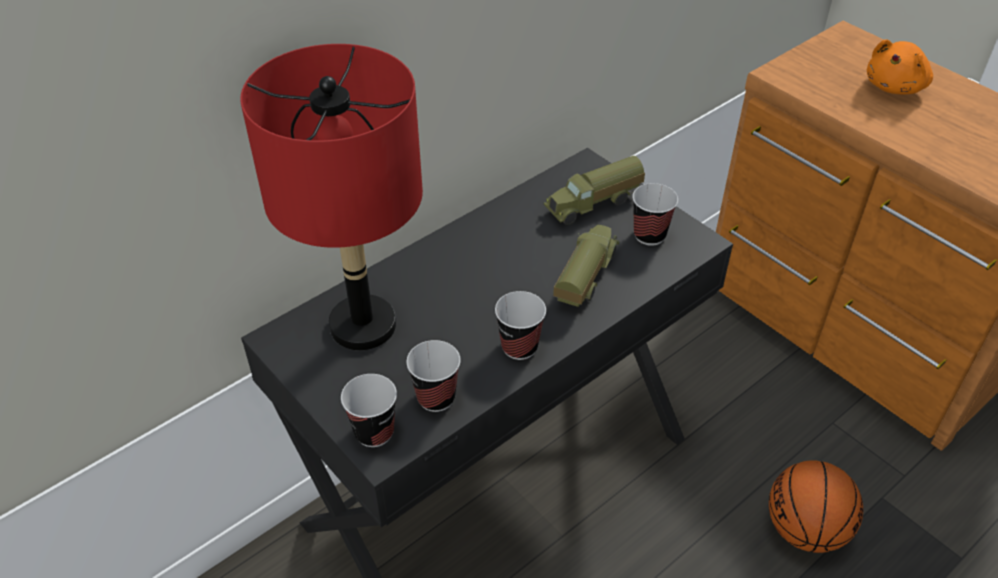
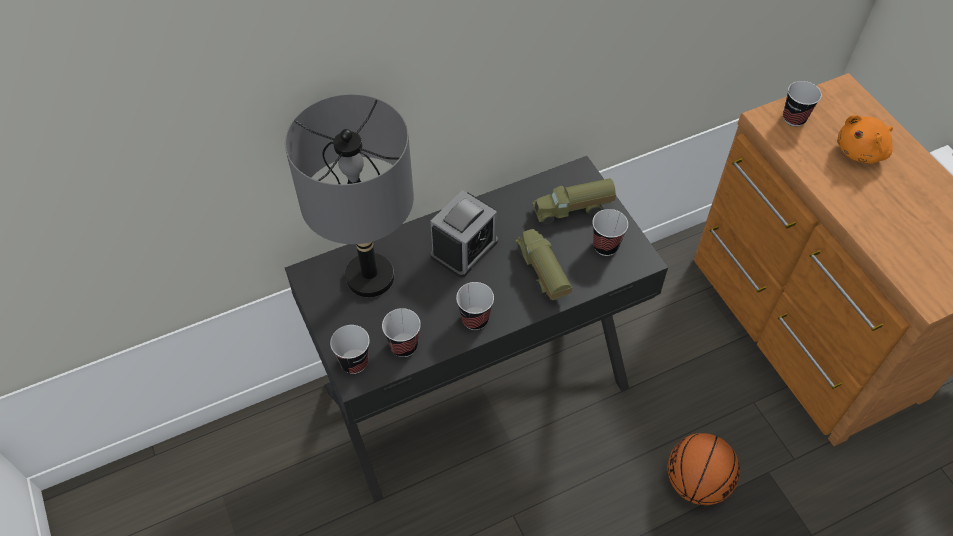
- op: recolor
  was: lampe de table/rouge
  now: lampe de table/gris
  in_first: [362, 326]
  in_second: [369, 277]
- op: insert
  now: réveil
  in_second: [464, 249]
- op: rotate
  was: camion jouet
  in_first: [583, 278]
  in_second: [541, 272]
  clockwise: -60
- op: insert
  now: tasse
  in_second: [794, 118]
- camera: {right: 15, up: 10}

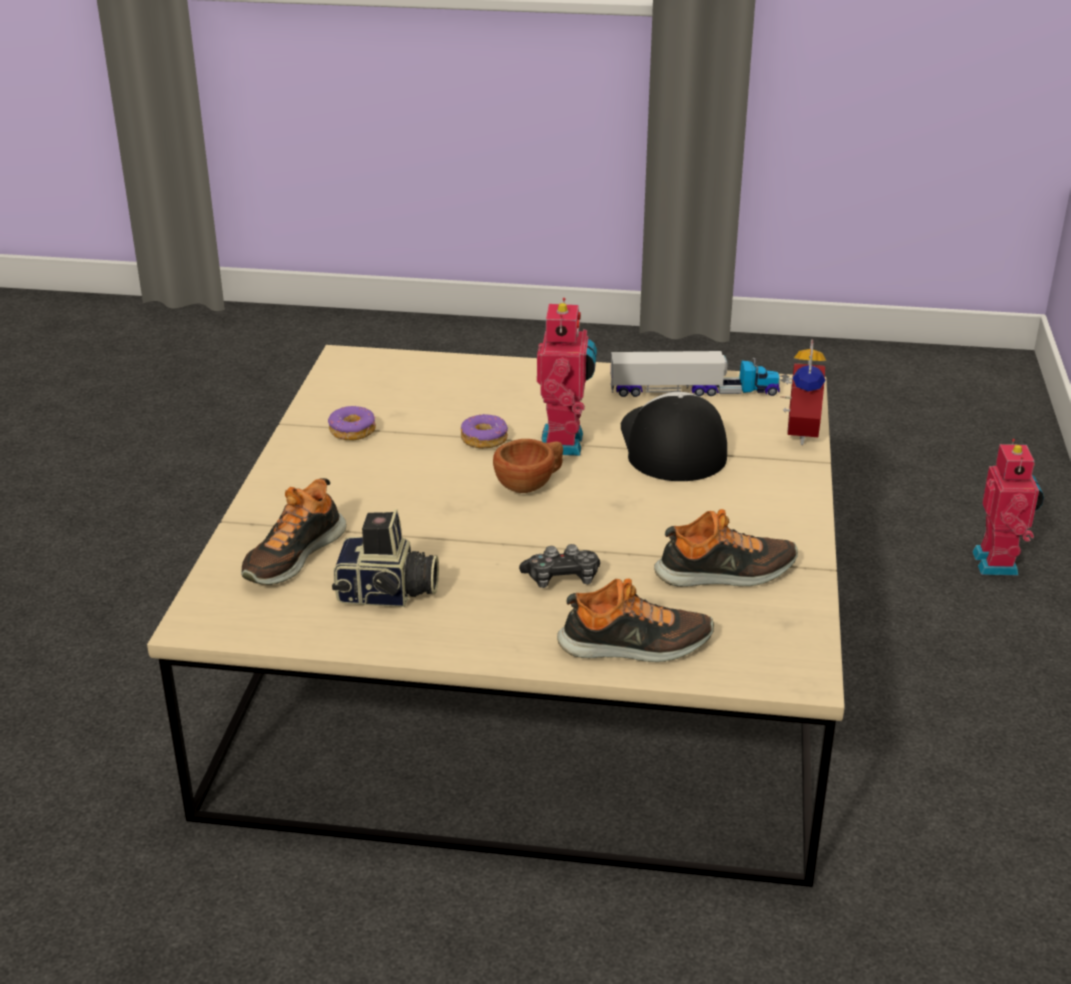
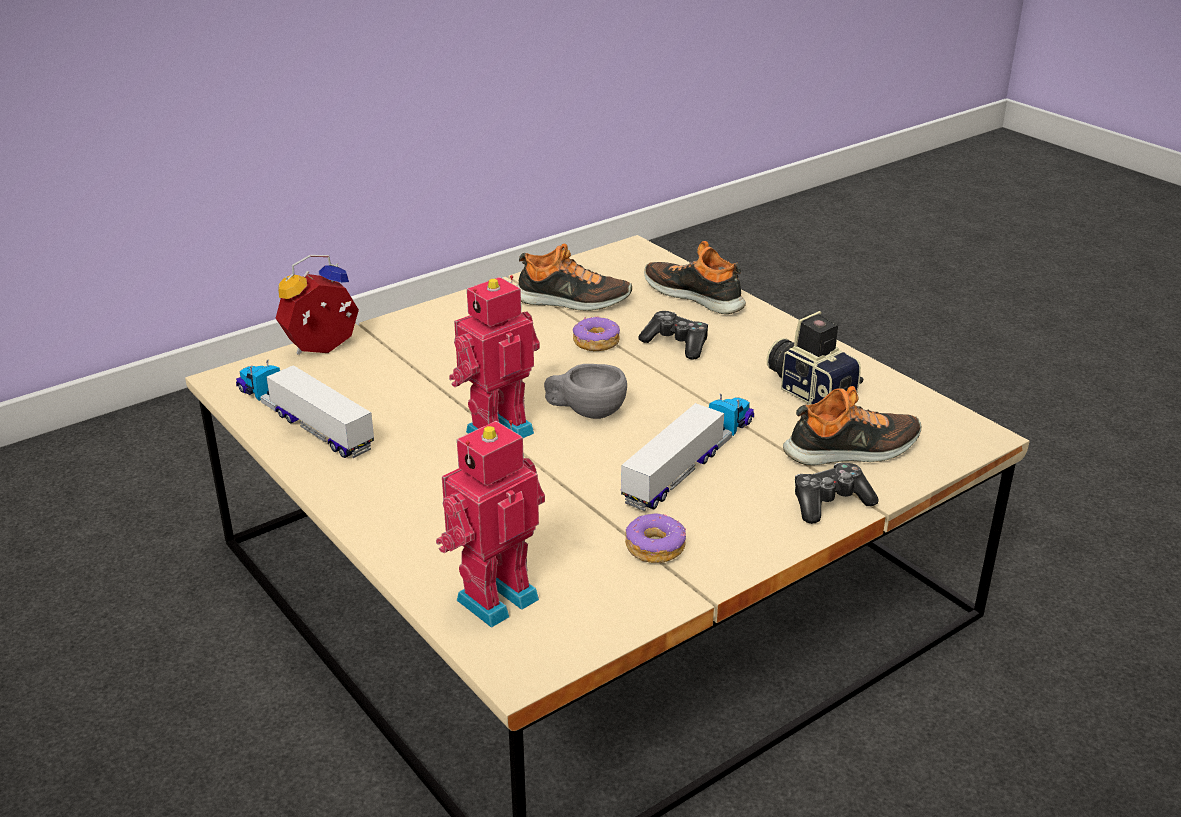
- op: move
  was: robot jouet
  in_first: [999, 563]
  in_second: [494, 597]
- op: rotate
  was: chaussure
  in_first: [726, 573]
  in_second: [572, 301]
  clockwise: 150
- op: recolor
  was: tasse/marron
  now: tasse/gris
  in_first: [531, 484]
  in_second: [585, 412]
- op: move
  was: beignet
  in_first: [484, 439]
  in_second: [595, 342]
- op: insert
  now: camion jouet
  in_second: [691, 461]
- op: insert
  now: manette
  in_second: [830, 503]
- op: delete
  was: casquette
  in_first: [671, 444]
- camera: {right: -135, up: 0}

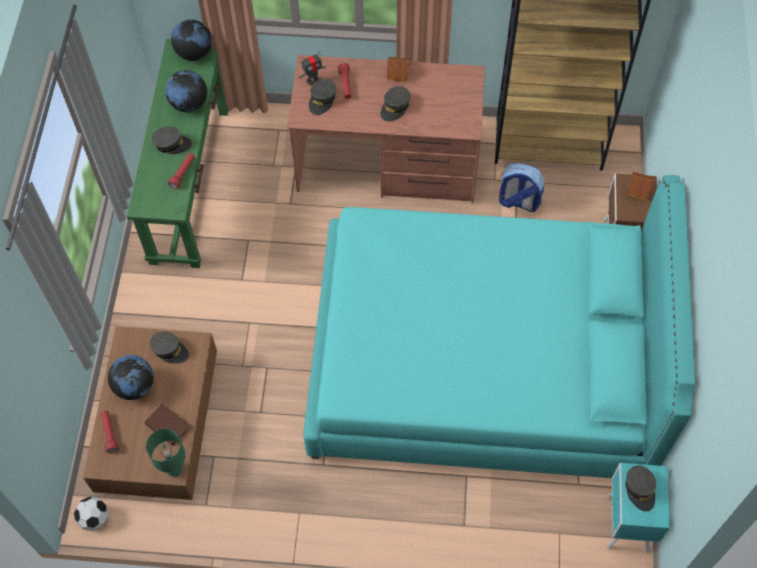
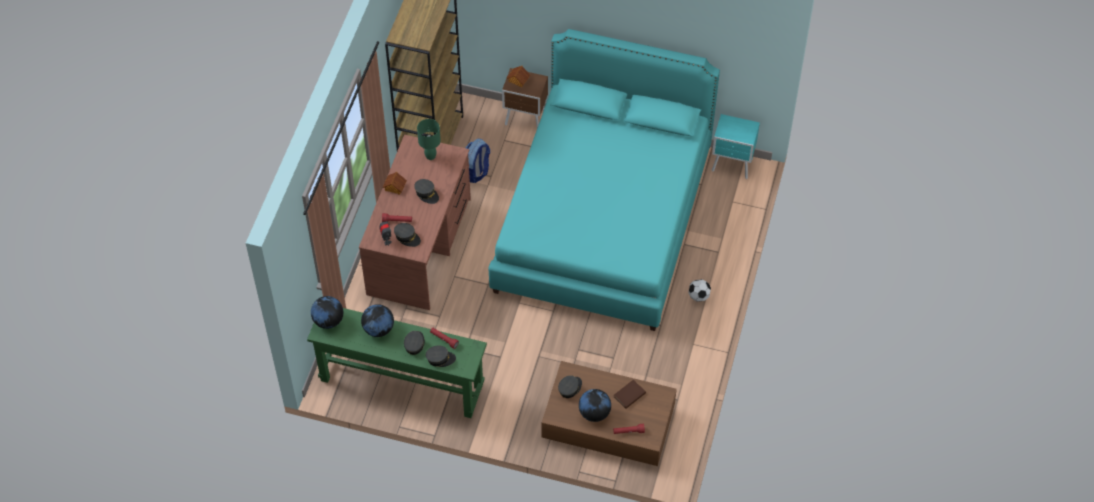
- op: move
  was: lampe de table/vert
  in_first: [175, 470]
  in_second: [431, 156]
- op: move
  was: casquette/gris
  in_first: [640, 490]
  in_second: [440, 359]
- op: move
  was: ballon de foot
  in_first: [94, 518]
  in_second: [698, 296]
- camera: {right: -80, up: -5}

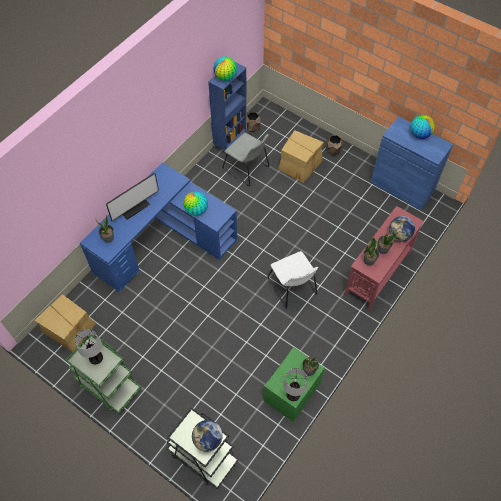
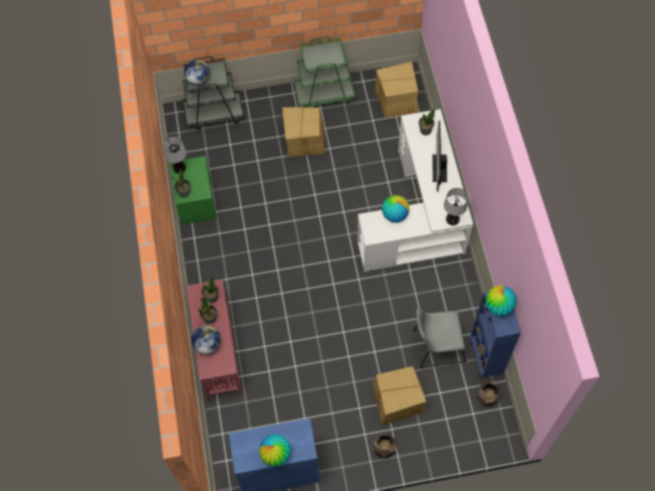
- op: insert
  now: carton
  in_second: [304, 139]
- op: recolor
  was: bureau/bleu
  now: bureau/blanc
  in_first: [163, 240]
  in_second: [419, 215]
- op: move
  was: lampe de table
  in_first: [96, 358]
  in_second: [452, 219]
- op: delete
  was: chaise/blanc
  in_first: [293, 288]
- camera: {right: 135, up: 5}

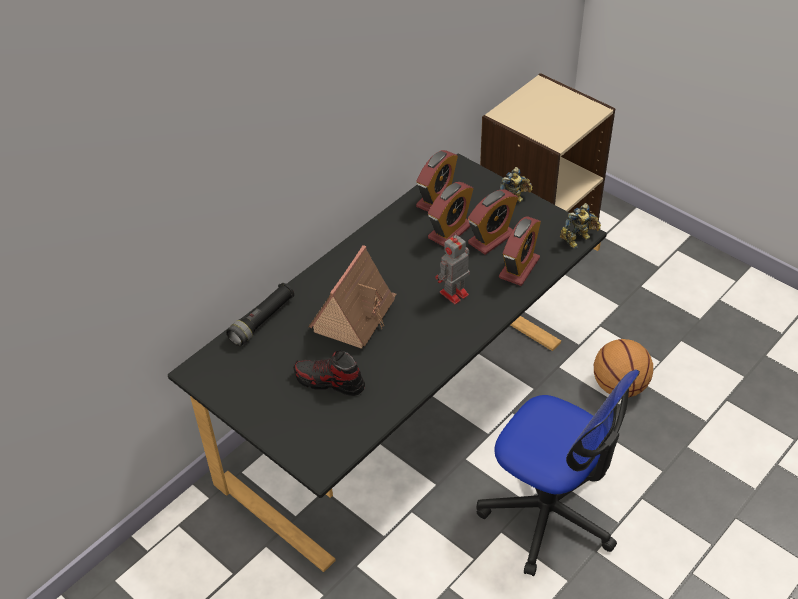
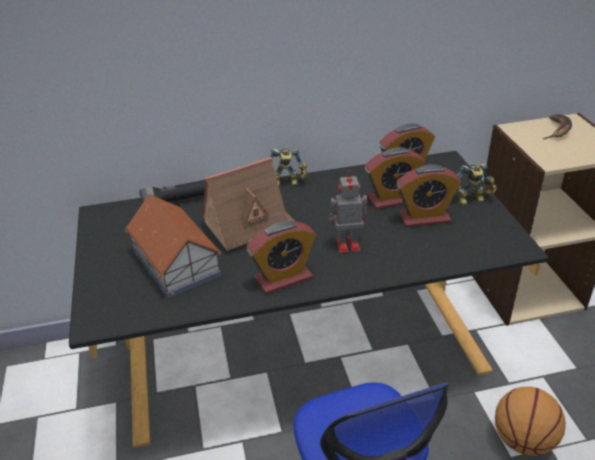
- op: replace
  was: chaussure
  now: maison miniature
  in_first: [329, 382]
  in_second: [175, 263]
- op: move
  was: réveil
  in_first: [519, 268]
  in_second: [283, 278]
- op: move
  was: robot jouet
  in_first: [579, 240]
  in_second: [286, 183]
- op: insert
  now: banane
  in_second: [557, 130]
- camera: {right: 35, up: -10}

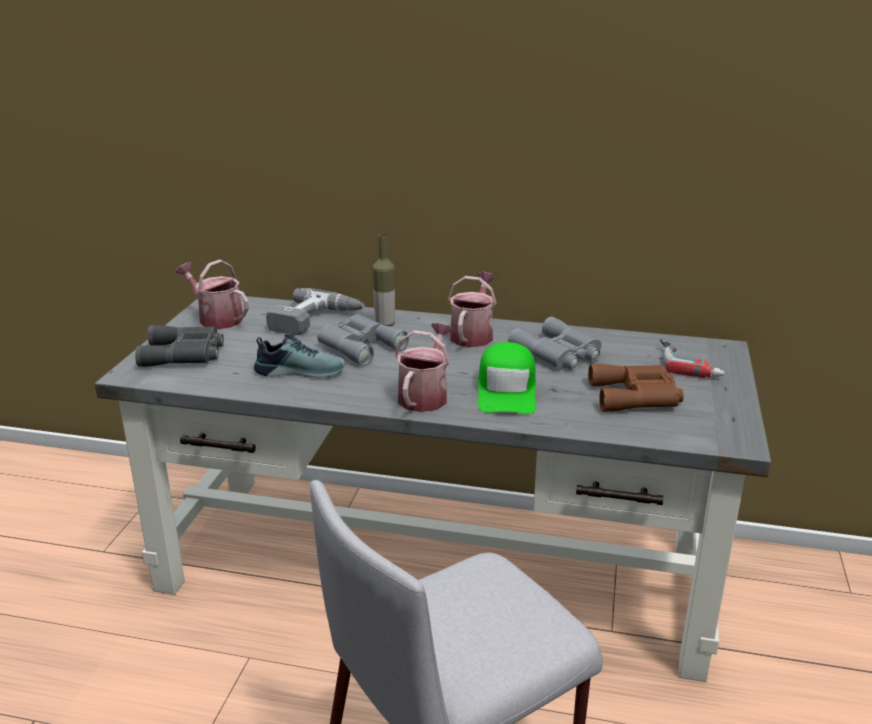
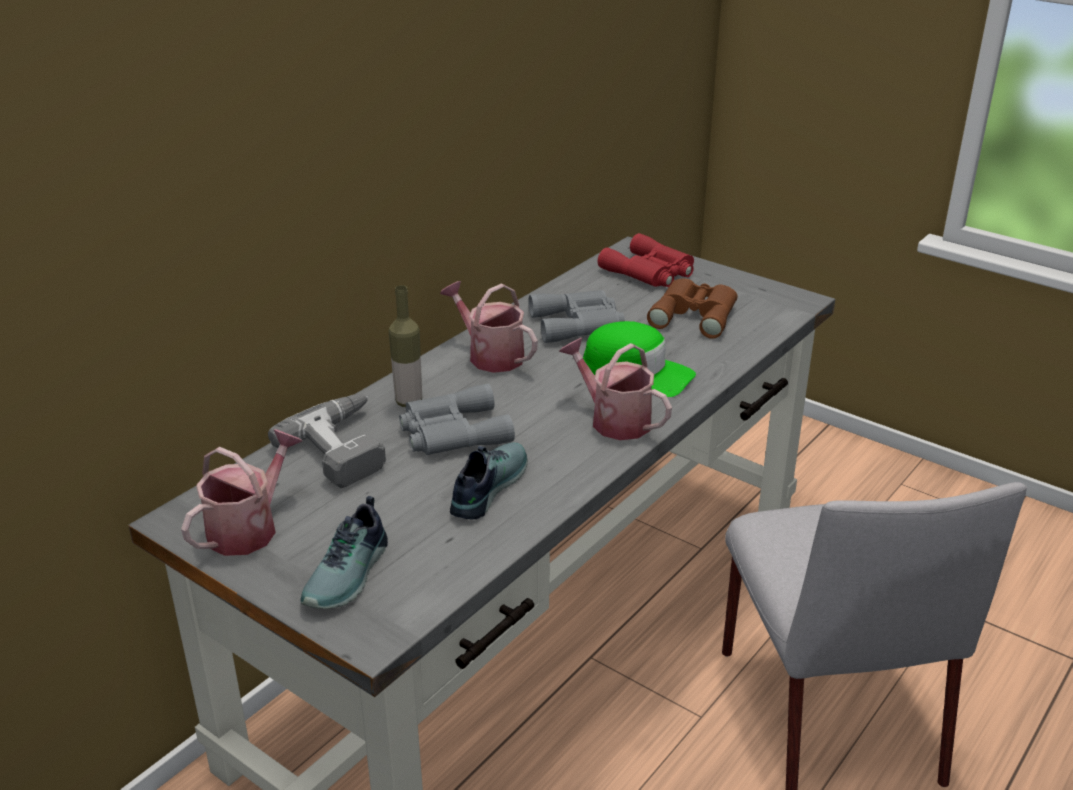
- op: rotate
  was: arrosoir
  in_first: [216, 318]
  in_second: [249, 527]
  clockwise: 150
- op: replace
  was: jumelles/gris
  now: chaussure
  in_first: [185, 354]
  in_second: [350, 575]
- op: replace
  was: perceuse
  now: jumelles/rouge
  in_first: [690, 363]
  in_second: [650, 272]
- camera: {right: -65, up: 5}

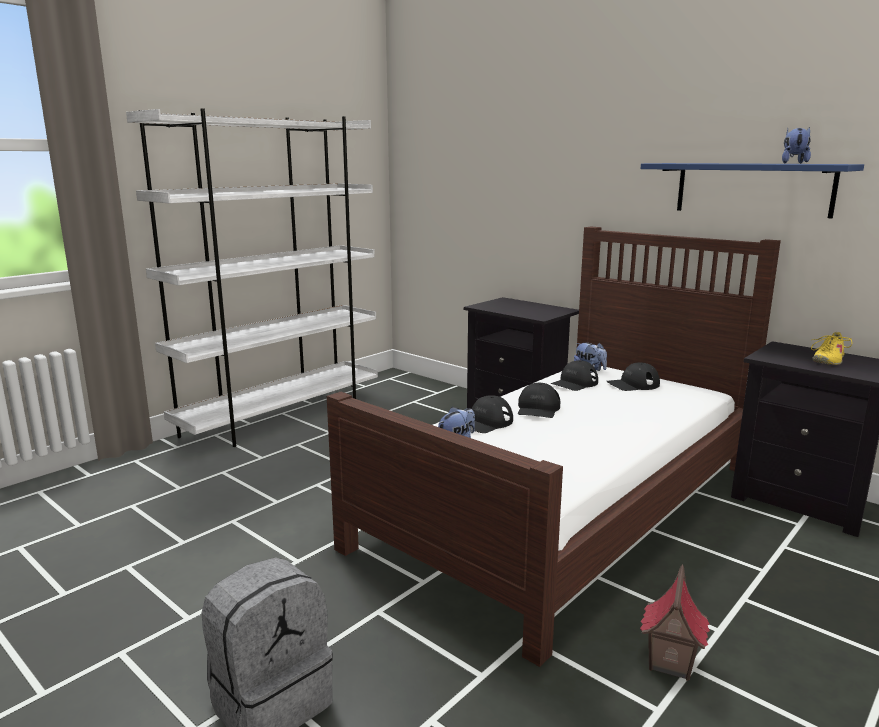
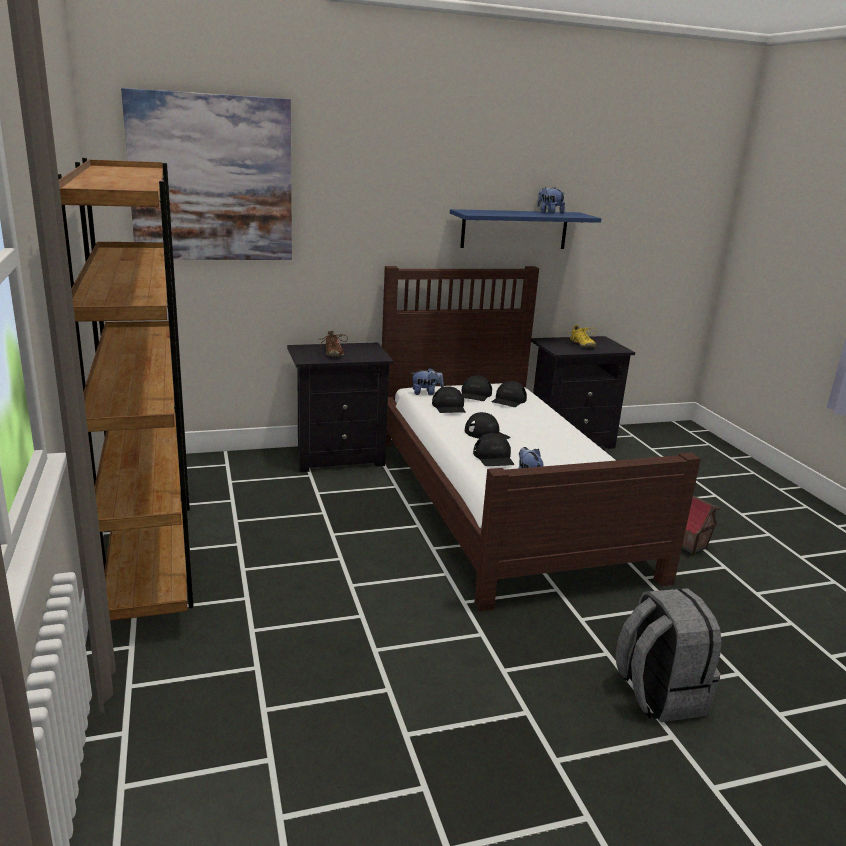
- op: recolor
  was: bibliothèque/blanc
  now: bibliothèque/marron
  in_first: [282, 416]
  in_second: [150, 557]
- op: insert
  now: tableau
  in_second: [212, 179]
- op: insert
  now: chaussure/marron
  in_second: [332, 353]
- op: insert
  now: casquette/noir
  in_second: [508, 400]
- camera: {right: -60, up: 5}

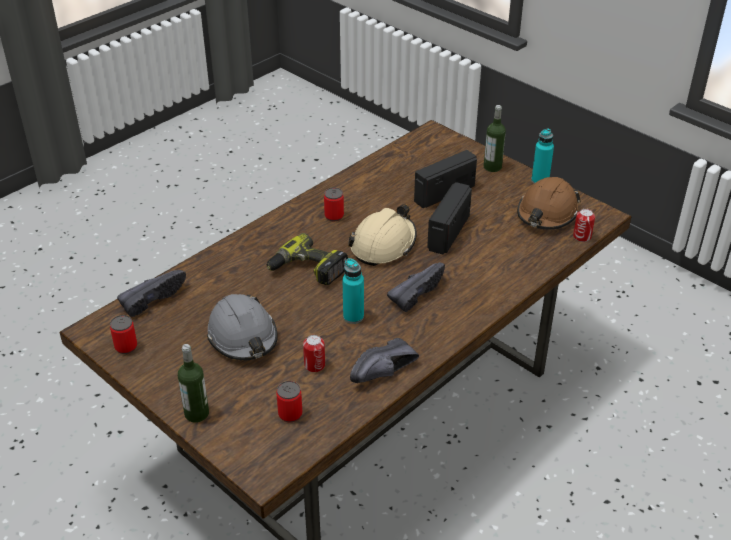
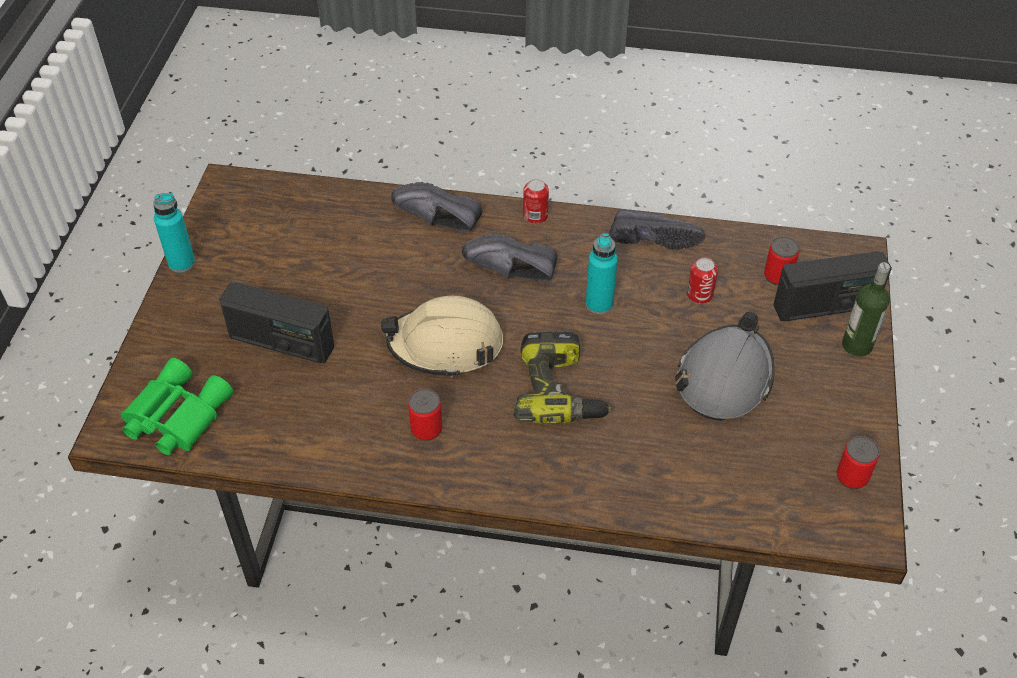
- op: insert
  now: jumelles/vert
  in_second: [174, 416]
- op: move
  was: chaussure/noir
  in_first: [151, 298]
  in_second: [436, 223]
- op: move
  was: boîte métallique
  in_first: [582, 236]
  in_second: [535, 216]
- op: move
  was: radio
  in_first: [448, 232]
  in_second: [825, 306]
- op: delete
  was: bouteille
  in_first: [492, 167]
- op: delete
  was: casque de chantier/marron
  in_first: [547, 214]
- camera: {right: -125, up: 10}

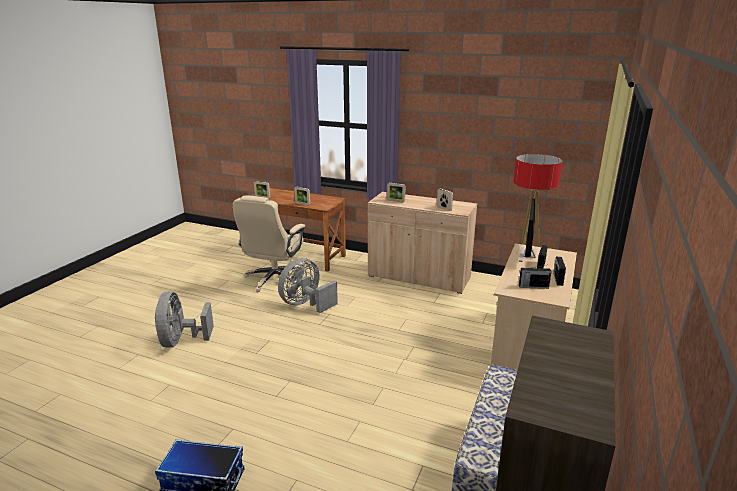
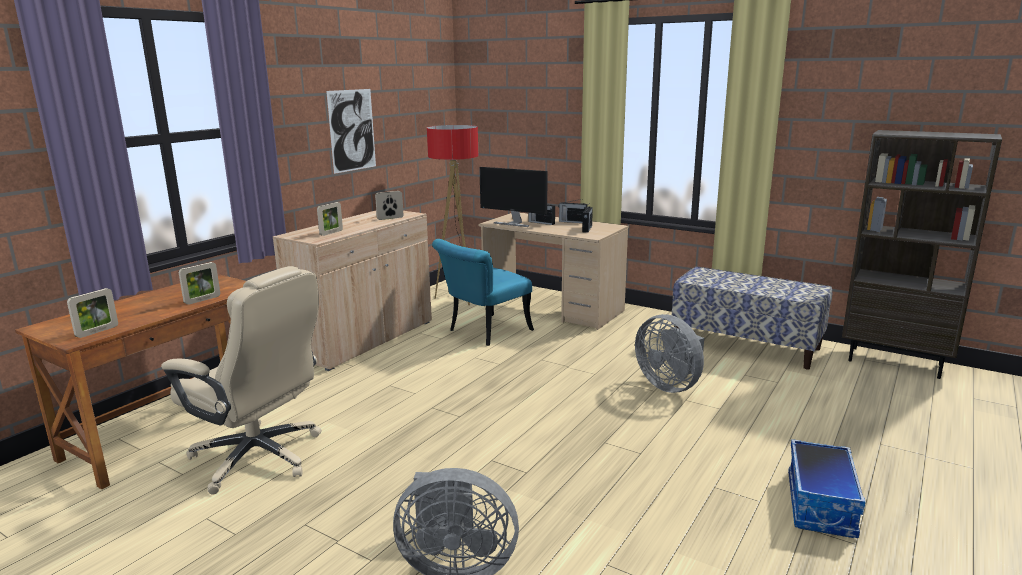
- op: insert
  now: tableau
  in_second: [352, 130]
- op: insert
  now: chaise/turquoise
  in_second: [484, 332]
- op: move
  was: ventilateur/gris
  in_first: [306, 304]
  in_second: [670, 385]
- camera: {right: -80, up: -5}

